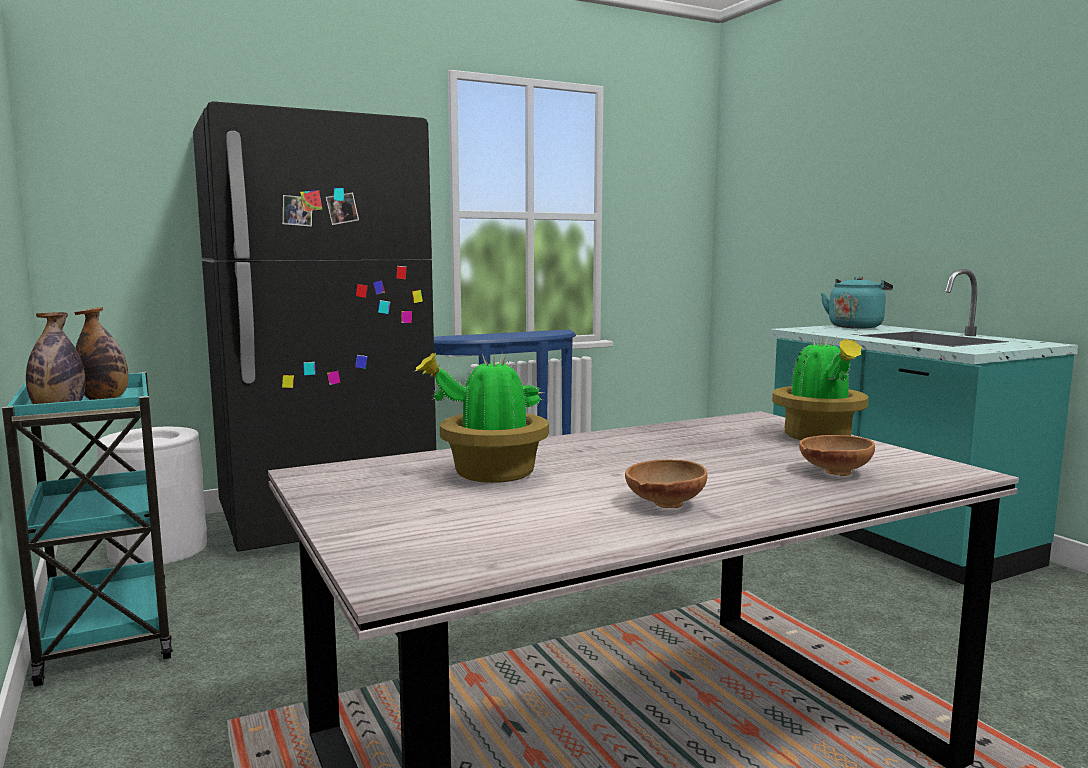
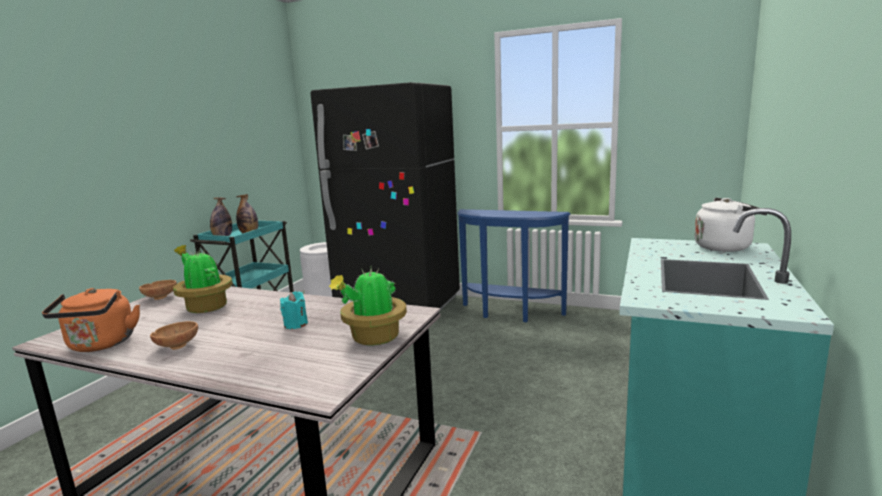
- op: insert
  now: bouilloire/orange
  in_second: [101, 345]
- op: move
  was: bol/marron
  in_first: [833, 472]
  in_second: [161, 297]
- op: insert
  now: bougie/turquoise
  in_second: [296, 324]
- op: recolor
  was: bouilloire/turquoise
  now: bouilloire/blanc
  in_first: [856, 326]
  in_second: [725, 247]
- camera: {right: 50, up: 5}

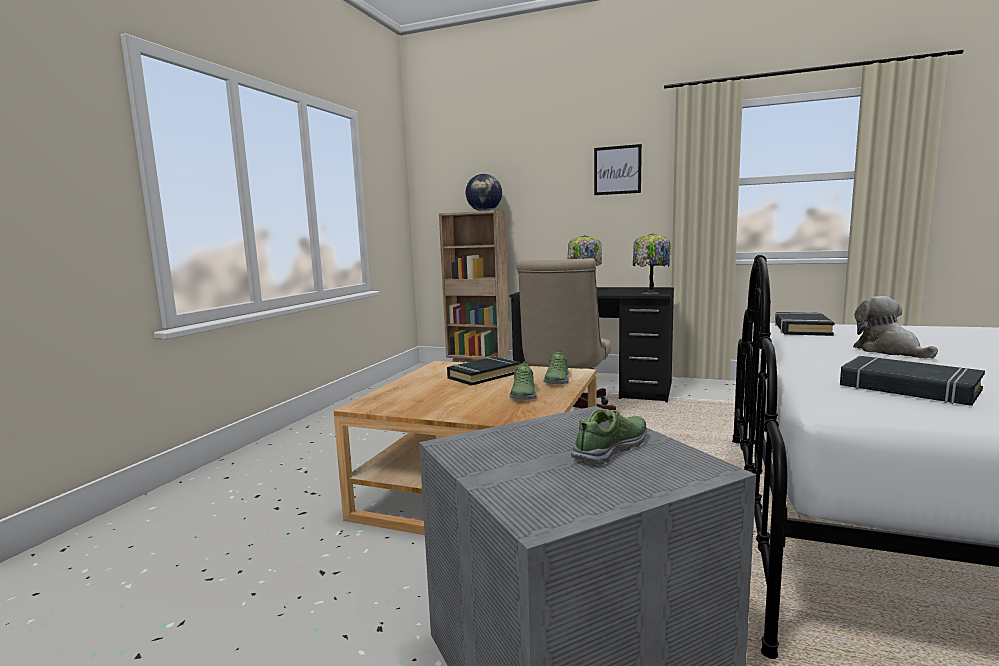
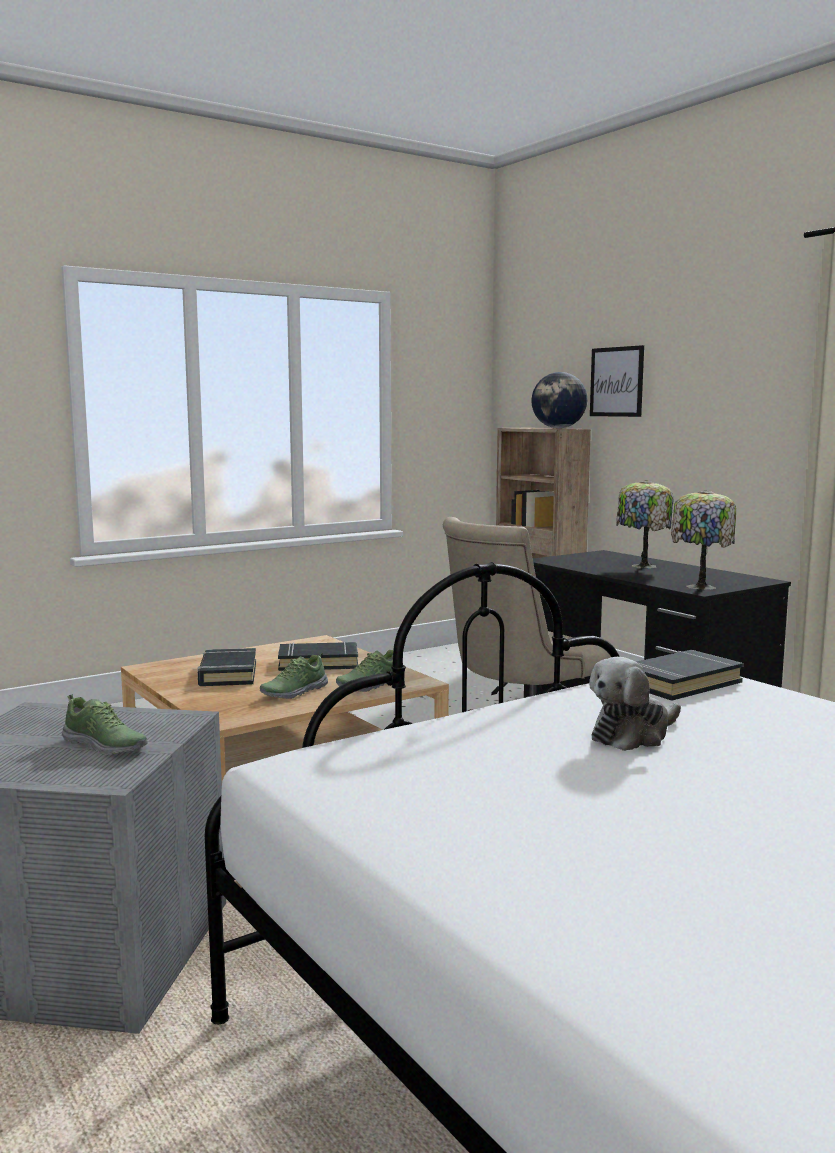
- op: rotate
  was: chaussure
  in_first: [611, 449]
  in_second: [105, 746]
  clockwise: 45
- op: move
  was: livre/noir
  in_first: [908, 388]
  in_second: [228, 674]
- op: rotate
  was: peluche
  in_first: [889, 351]
  in_second: [633, 735]
  clockwise: -150
- op: move
  was: tableau
  in_first: [617, 170]
  in_second: [616, 382]
- camera: {right: 35, up: 0}

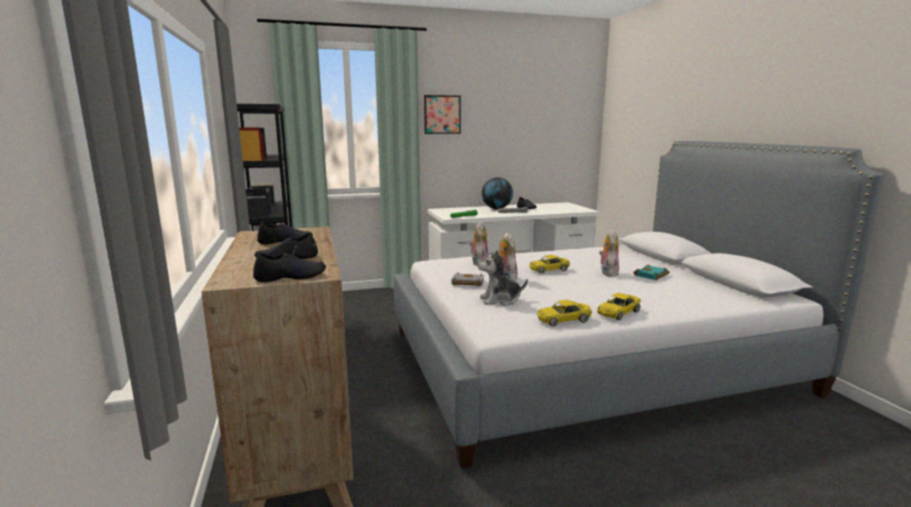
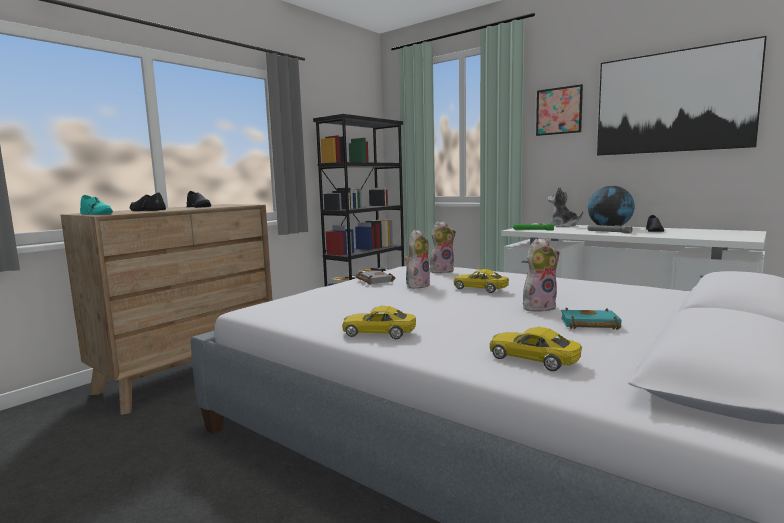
- op: recolor
  was: chaussure/noir
  now: chaussure/turquoise
  in_first: [291, 277]
  in_second: [97, 214]
- op: move
  was: petite voiture/jaune
  in_first: [563, 320]
  in_second: [533, 359]
- op: move
  was: peluche
  in_first: [500, 300]
  in_second: [562, 226]
- op: insert
  now: tableau
  in_second: [673, 102]
- camera: {right: 55, up: -5}

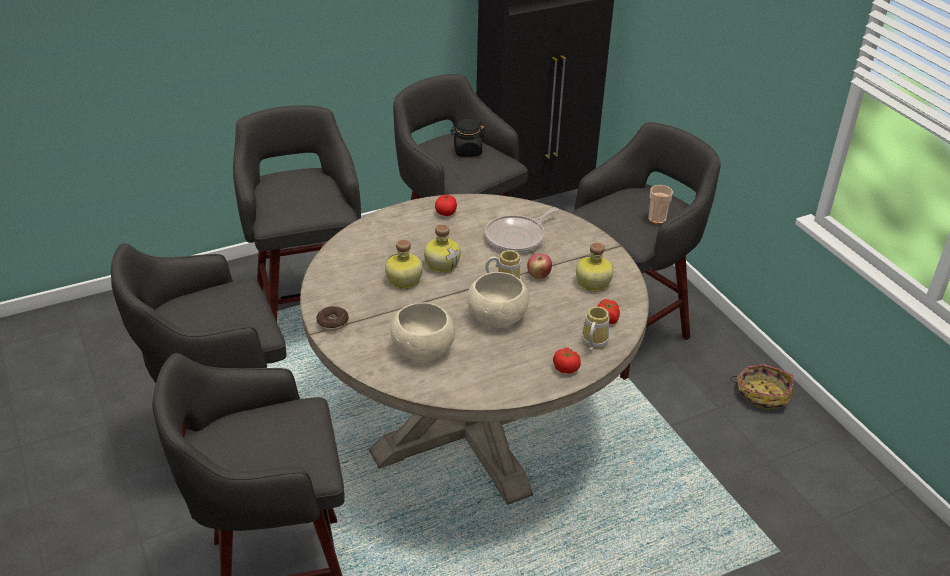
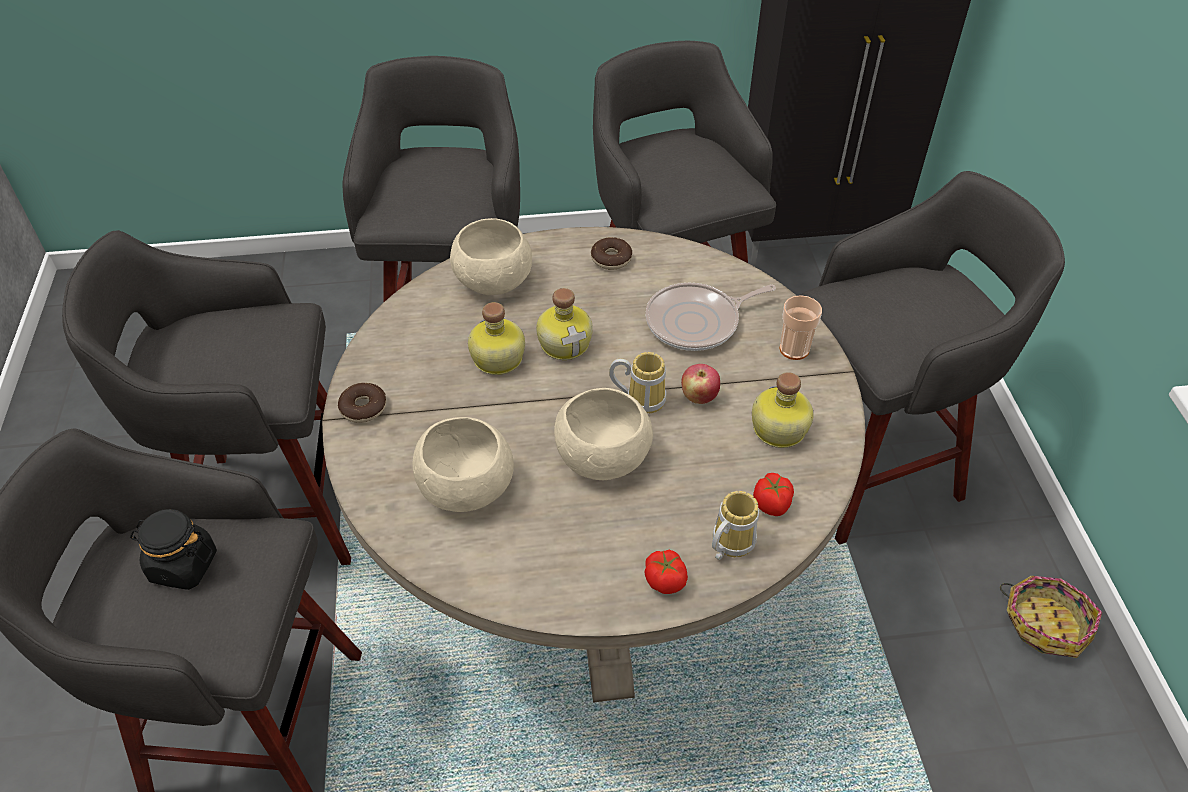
- op: move
  was: bocal/noir
  in_first: [467, 151]
  in_second: [183, 565]
- op: insert
  now: bol/beige
  in_second: [493, 280]
- op: replace
  was: tomate
  now: beignet
  in_first: [446, 213]
  in_second: [611, 259]
- op: move
  was: tasse
  in_first: [657, 219]
  in_second: [794, 349]
- camera: {right: 20, up: 10}

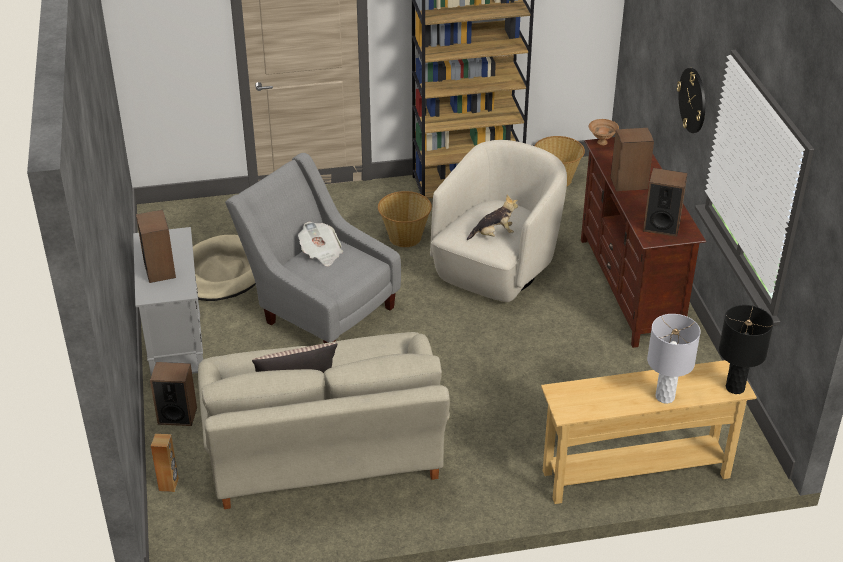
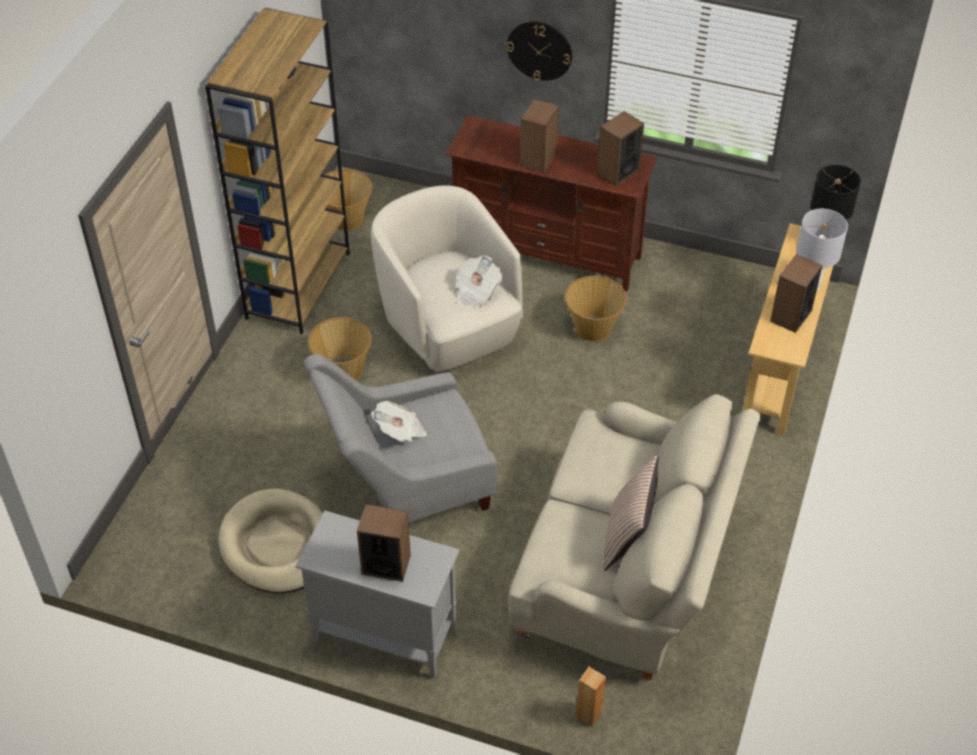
- op: replace
  was: peluche
  now: journal
  in_first: [494, 234]
  in_second: [476, 291]
- op: insert
  now: panier
  in_second: [593, 327]
- op: move
  was: enceinte
  in_first: [177, 415]
  in_second: [790, 316]
- op: delete
  was: bol/marron
  in_first: [602, 143]
- camera: {right: -60, up: 10}

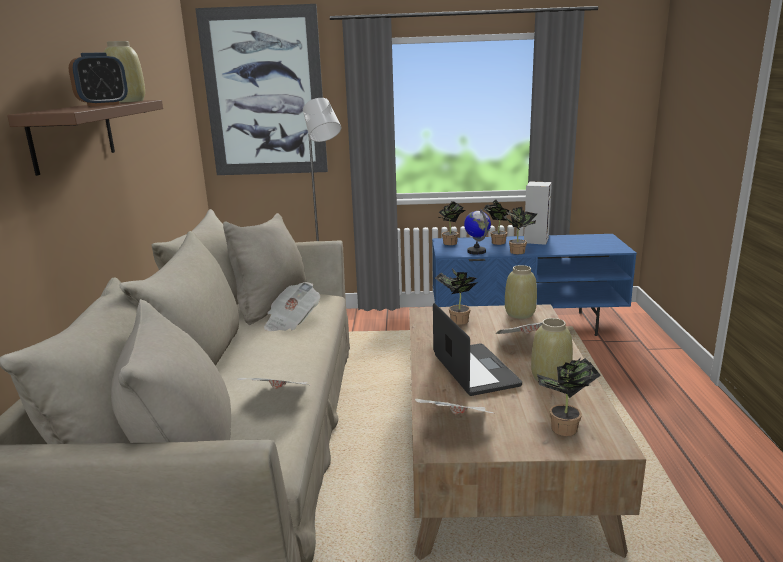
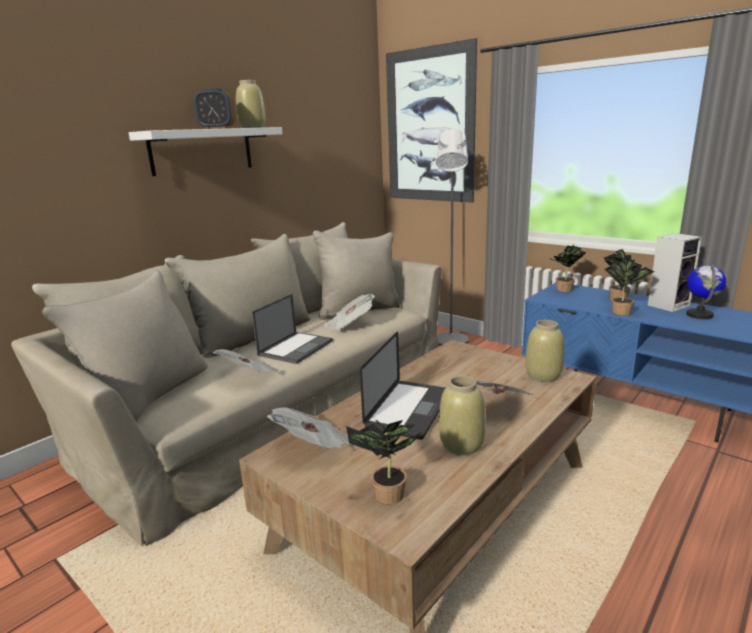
- op: recolor
  was: étagère/marron
  now: étagère/blanc
  in_first: [73, 135]
  in_second: [202, 151]
- op: insert
  now: ordinateur portable
  in_second: [296, 347]
- op: move
  was: globe
  in_first: [476, 251]
  in_second: [699, 315]
- op: delete
  was: plante en pot
  in_first: [456, 321]
- camera: {right: 40, up: 0}

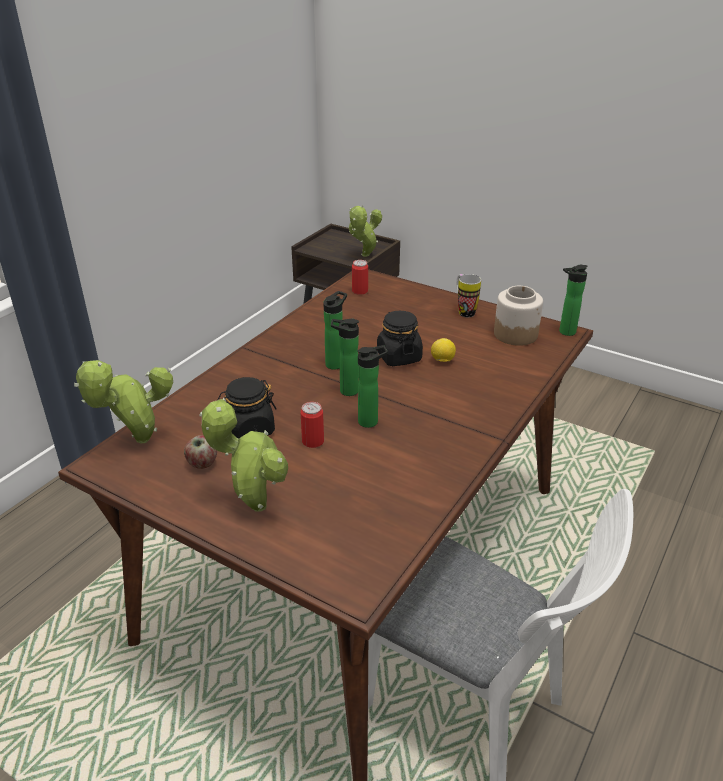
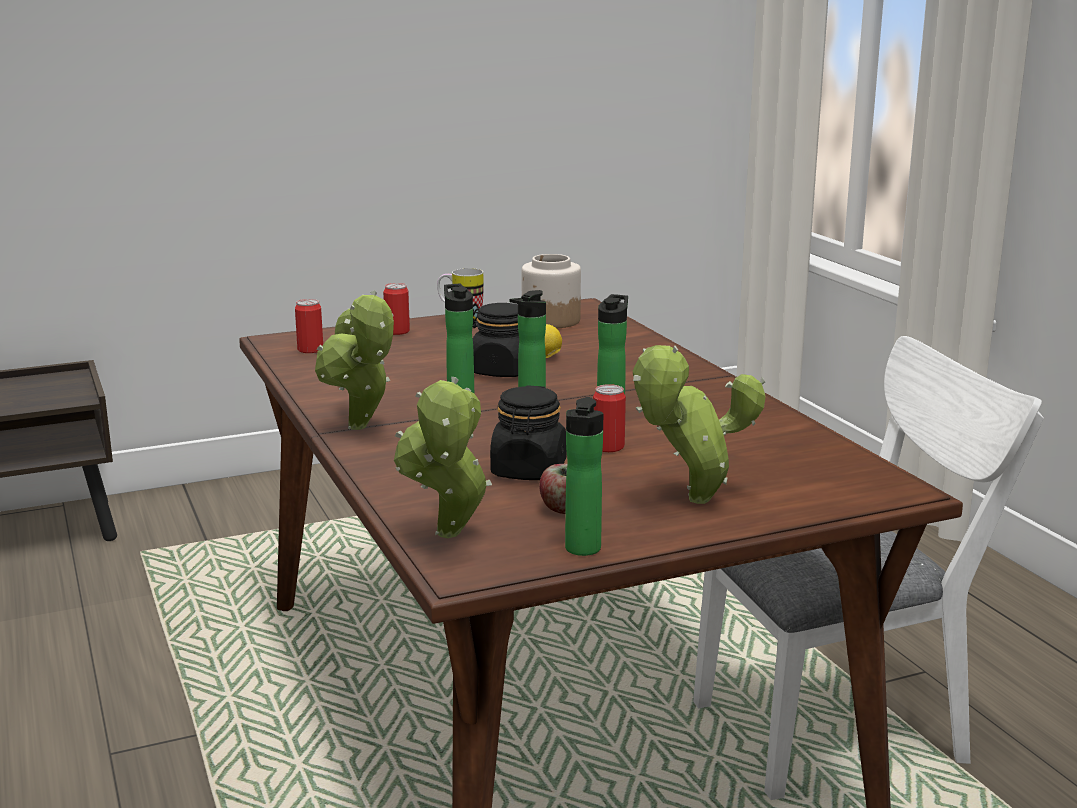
- op: move
  was: plante en pot
  in_first: [364, 256]
  in_second: [361, 429]
- op: insert
  now: boîte métallique
  in_second: [397, 331]
- op: move
  was: bouteille
  in_first: [565, 332]
  in_second: [581, 551]
- camera: {right: -55, up: -15}

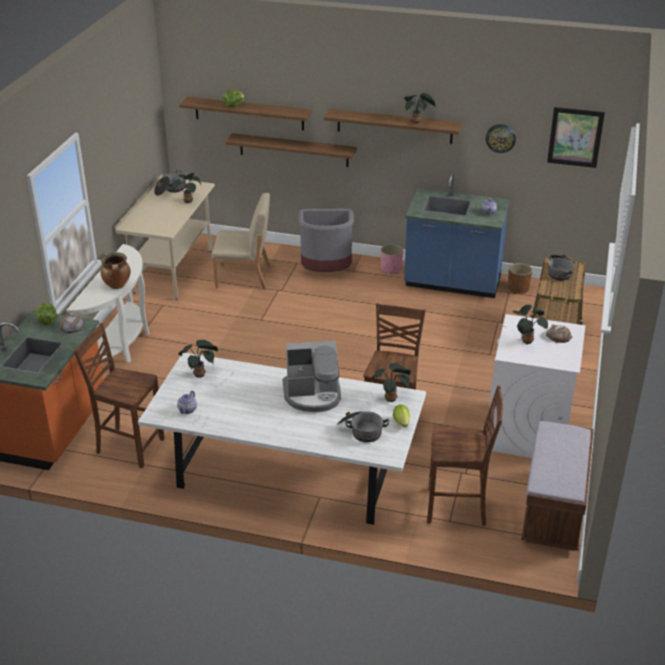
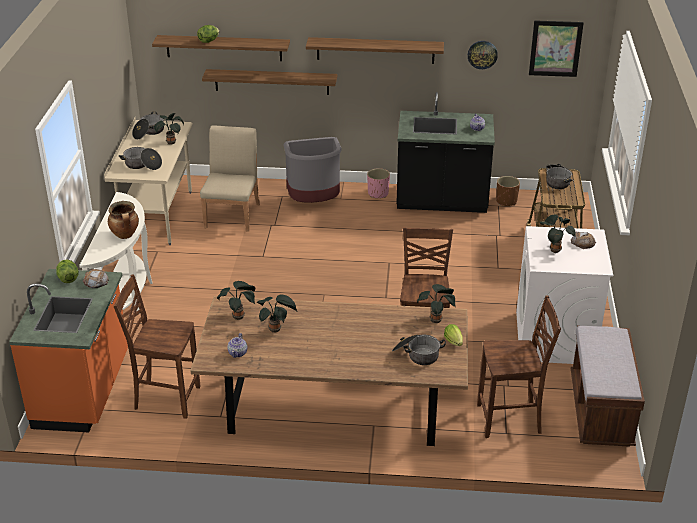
- op: insert
  now: marmite
  in_second: [142, 165]
- op: recolor
  was: table à manger/blanc
  now: table à manger/marron
  in_first: [286, 473]
  in_second: [334, 406]
- op: rotate
  was: chaise/beige
  in_first: [244, 277]
  in_second: [233, 215]
  clockwise: -75
- op: move
  was: plante en pot
  in_first: [417, 122]
  in_second: [276, 329]
- op: recolor
  was: comptoir de cuisine/bleu
  now: comptoir de cuisine/noir
  in_first: [452, 283]
  in_second: [442, 201]
- op: delete
  was: machine à café
  in_first: [313, 395]
- camera: {right: -10, up: 0}

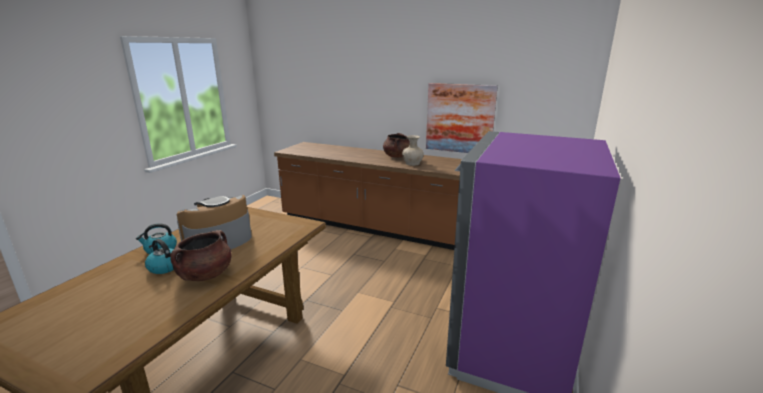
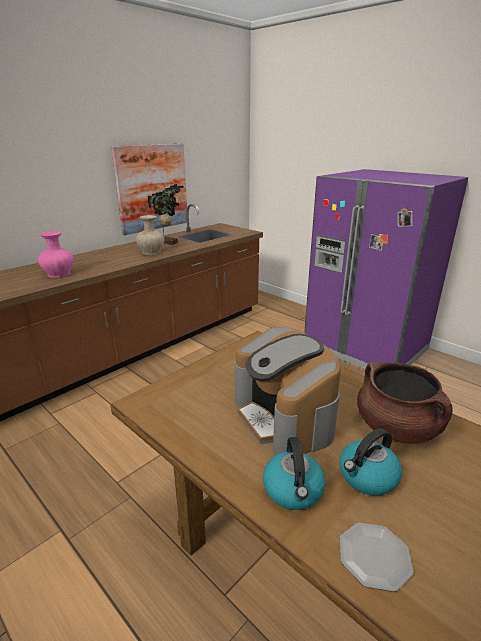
- op: insert
  now: vase/rose
  in_second: [59, 274]
- op: insert
  now: plante en pot
  in_second: [169, 242]
- op: insert
  now: assiette
  in_second: [374, 556]
- op: delete
  was: marmite/marron
  in_first: [397, 156]
- camera: {right: -70, up: 5}

